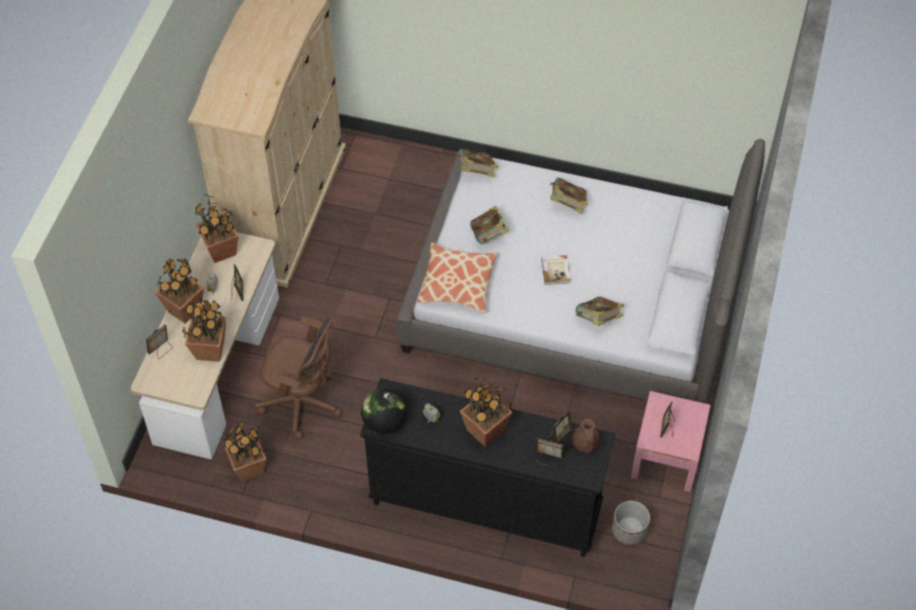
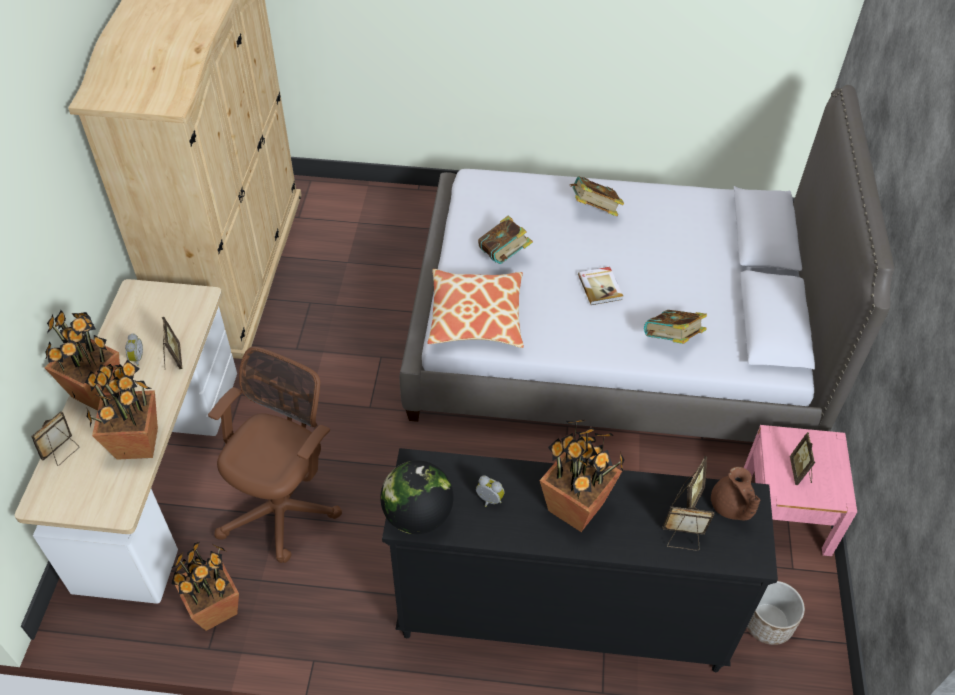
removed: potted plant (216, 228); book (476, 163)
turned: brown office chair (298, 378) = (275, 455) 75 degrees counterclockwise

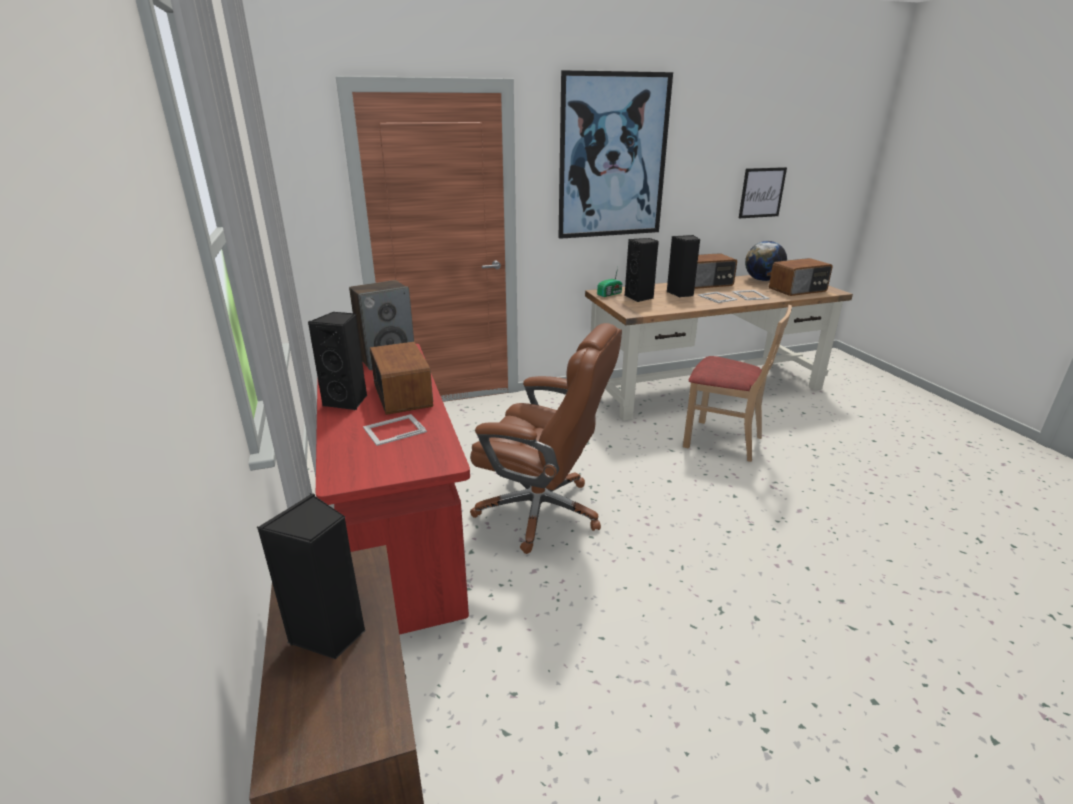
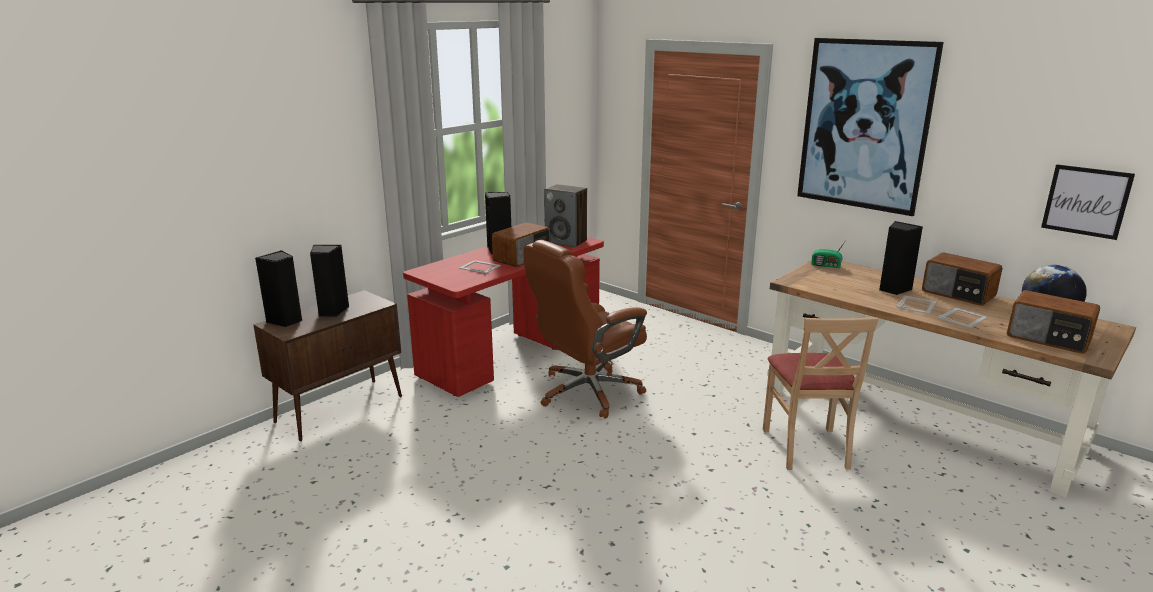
moved: black speaker (642, 270) to (278, 288)
turned: brown office chair (546, 438) = (585, 329) 60 degrees clockwise

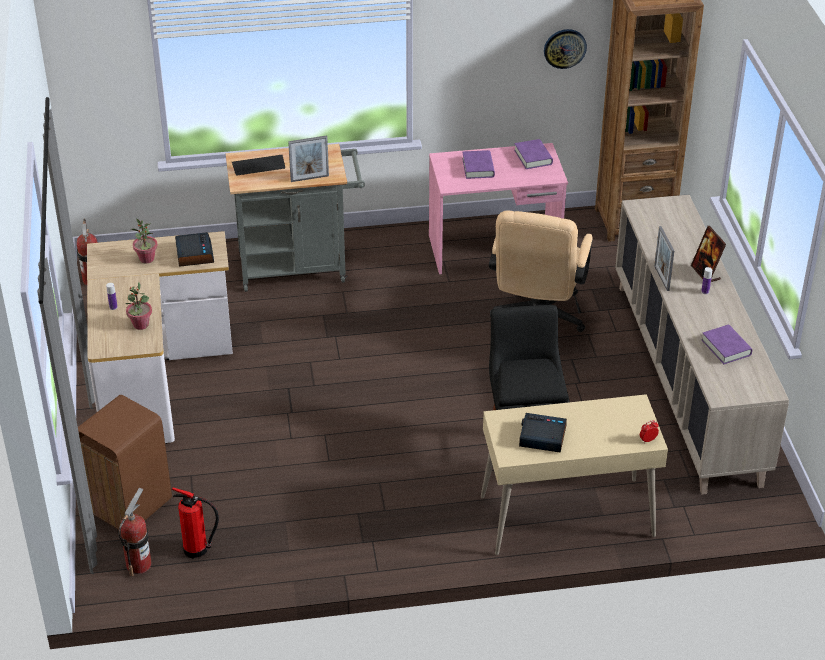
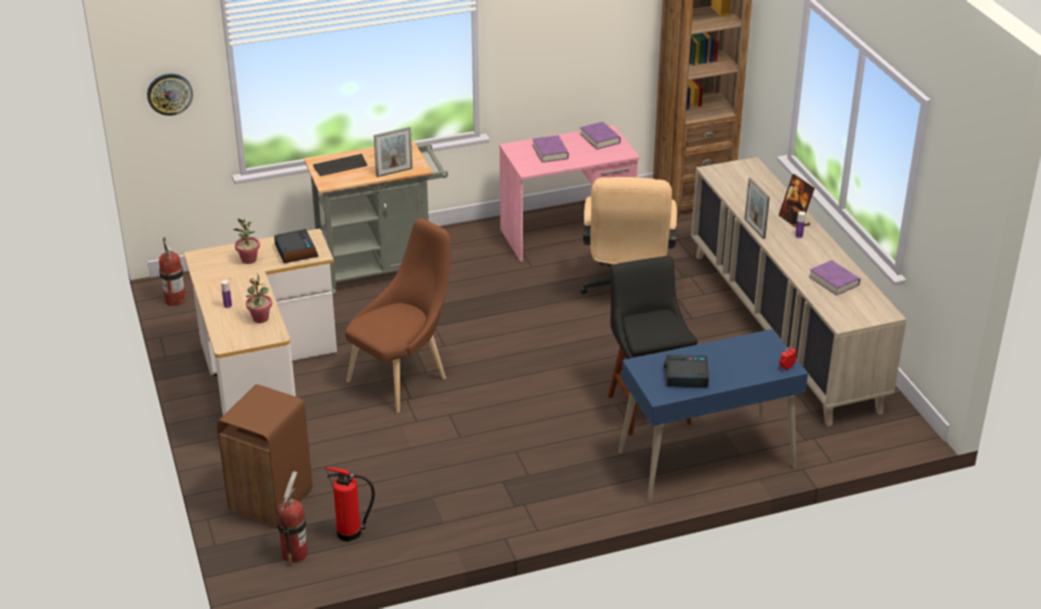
added: brown chair (398, 315)
moved: wall clock (565, 49) to (170, 94)
recoloured: beige desk (574, 474) to blue desk (713, 415)

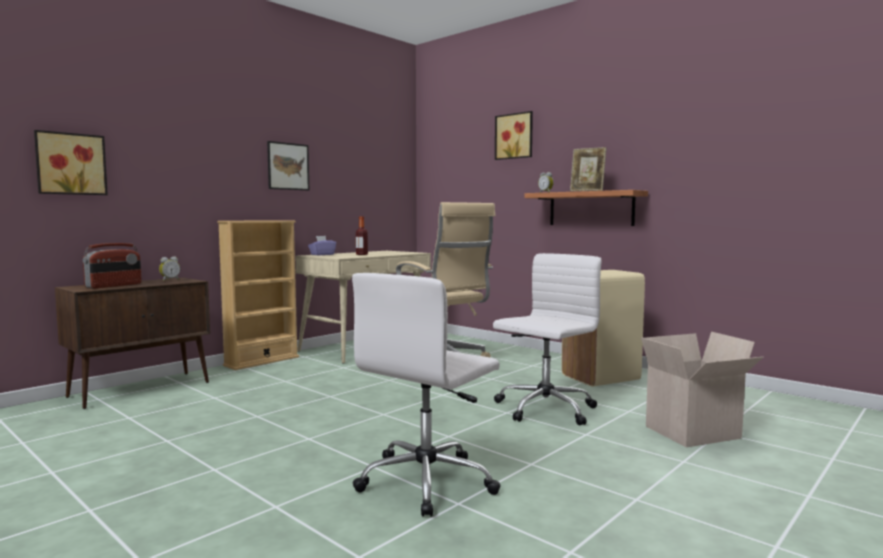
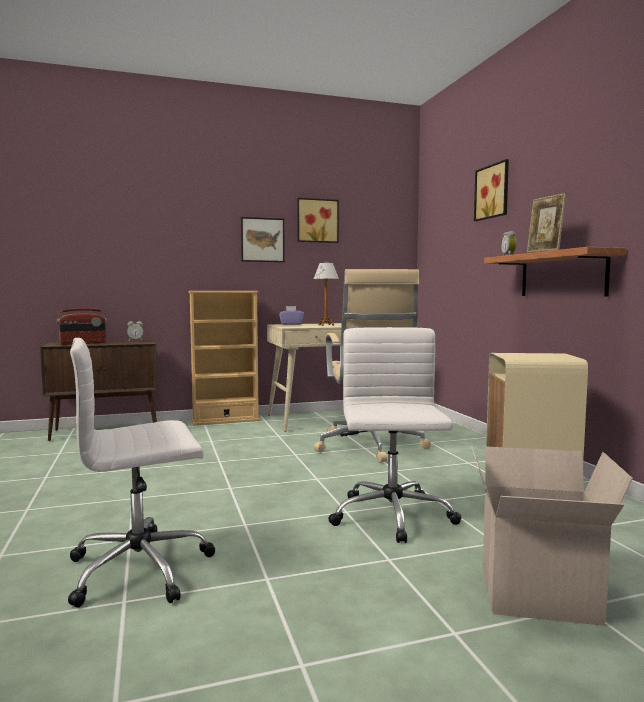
moved: picture (71, 162) to (318, 220)
replaced: bottle (362, 235) to table lamp (326, 293)
turned: white office chair (547, 339) = (394, 435) 75 degrees counterclockwise

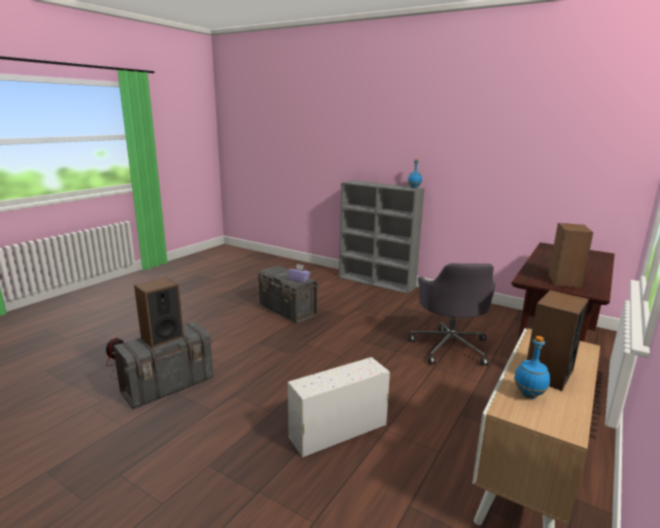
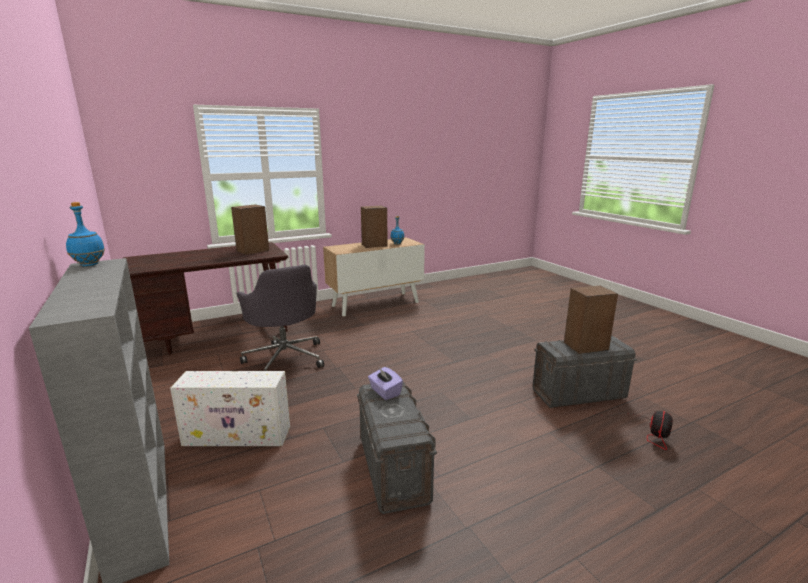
moved: white storage box (339, 407) to (230, 408)
turned: grey office chair (452, 314) = (280, 318) 120 degrees clockwise

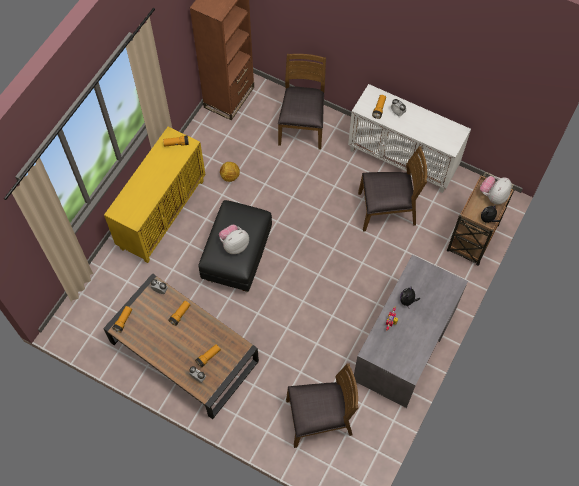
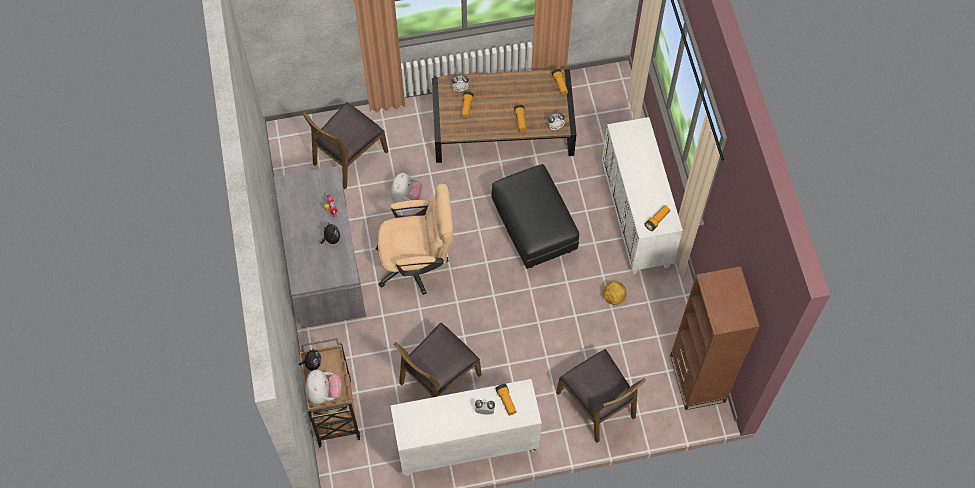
added: beige office chair (414, 239)
moved: plush toy (234, 239) to (407, 187)
recoloured: yellow cabinet (155, 195) to white cabinet (642, 195)

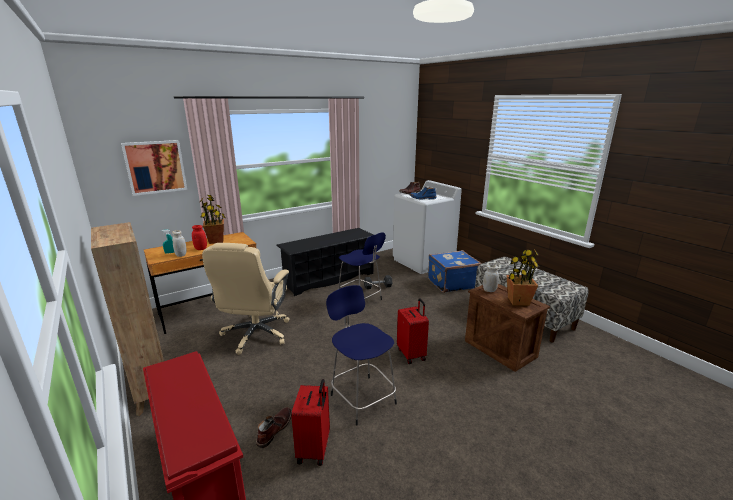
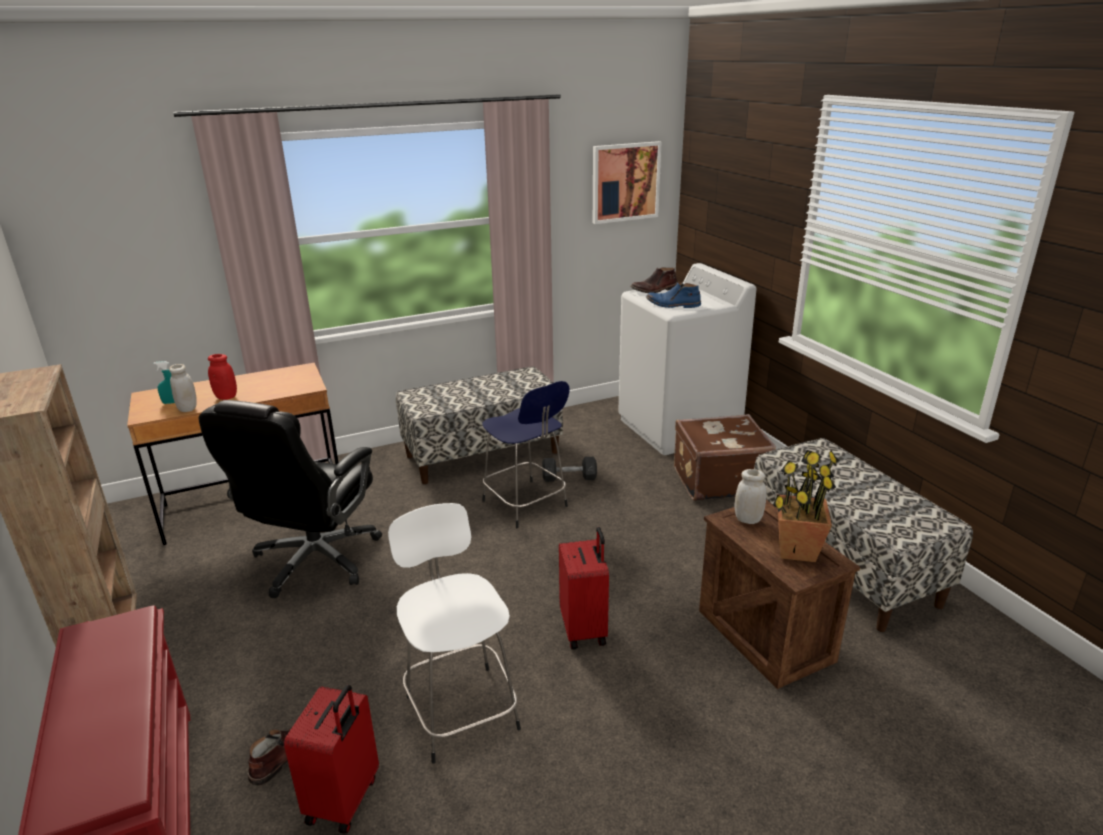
removed: potted plant (212, 219)
moved: picture (154, 168) to (627, 182)
replaced: black shoe rack (324, 262) to bench (479, 425)
recoloured: beige office chair (246, 299) to black office chair (290, 499); blue stool (361, 355) to white stool (454, 633); blue suitcase (454, 271) to brown suitcase (725, 457)

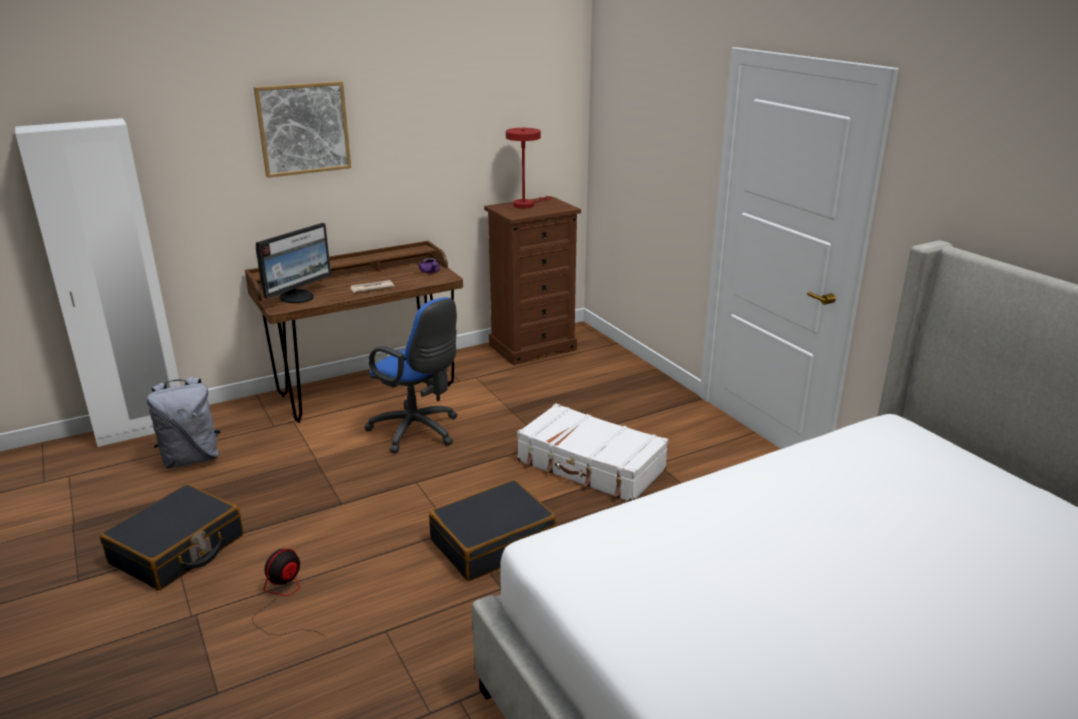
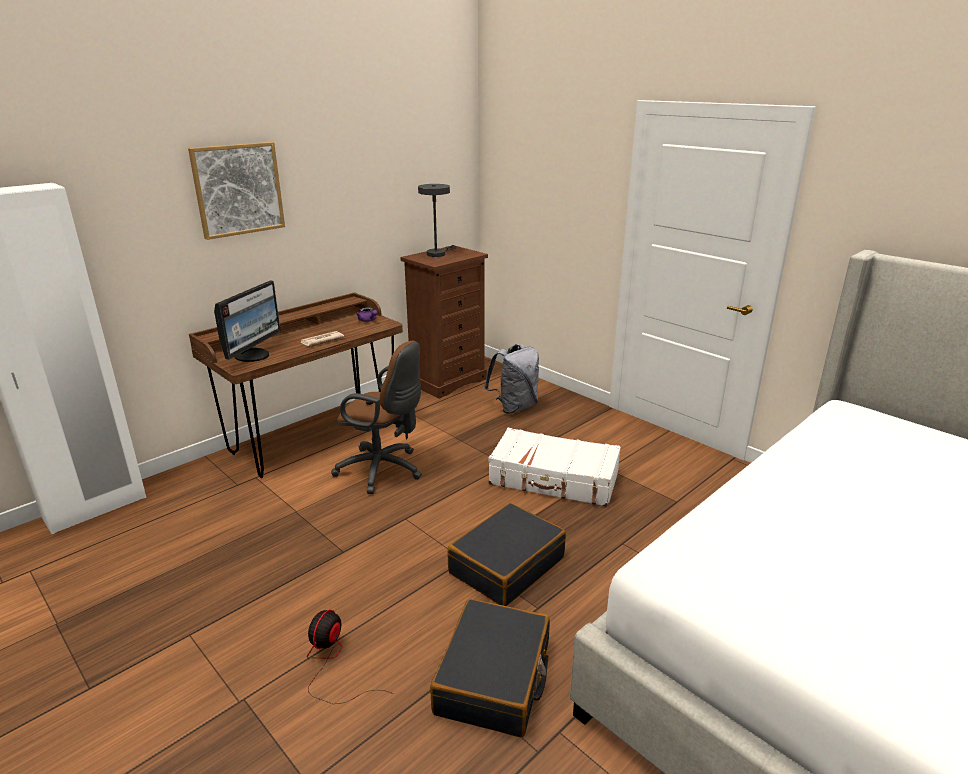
moved: black suitcase (171, 537) to (490, 668); grey backpack (184, 423) to (511, 379)
recoloured: blue office chair (411, 375) to brown office chair (376, 417); red table lamp (529, 168) to grey table lamp (437, 220)

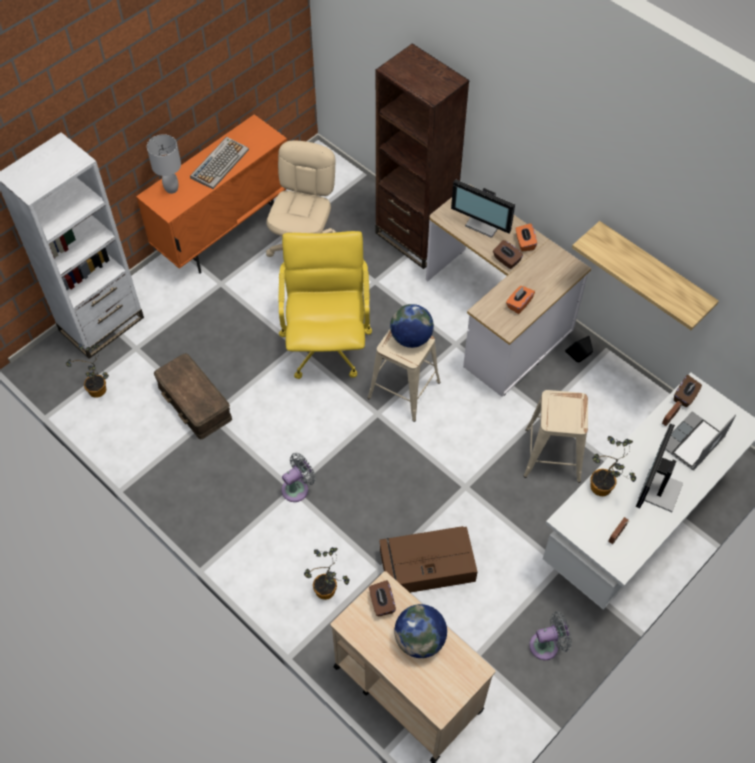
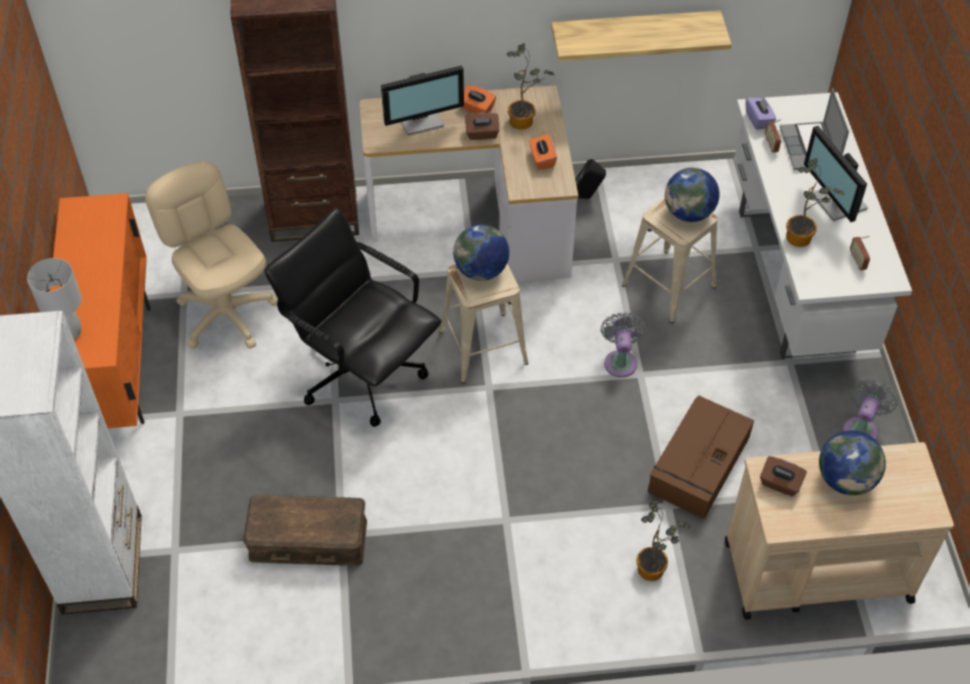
removed: keyboard (219, 163)
added: globe (692, 195)
moved: potted plant (87, 370) to (530, 86); grey fan (299, 477) to (623, 345)
recoloured: yellow office chair (325, 305) to black office chair (353, 317); brown tissue box (688, 391) to purple tissue box (761, 113)

